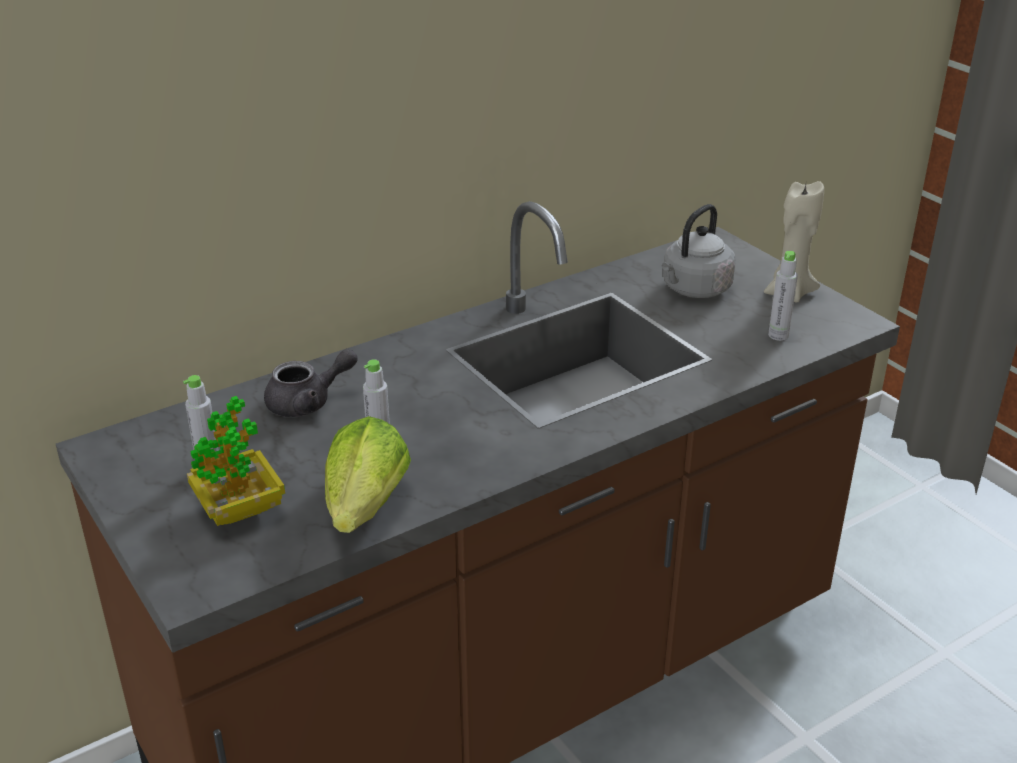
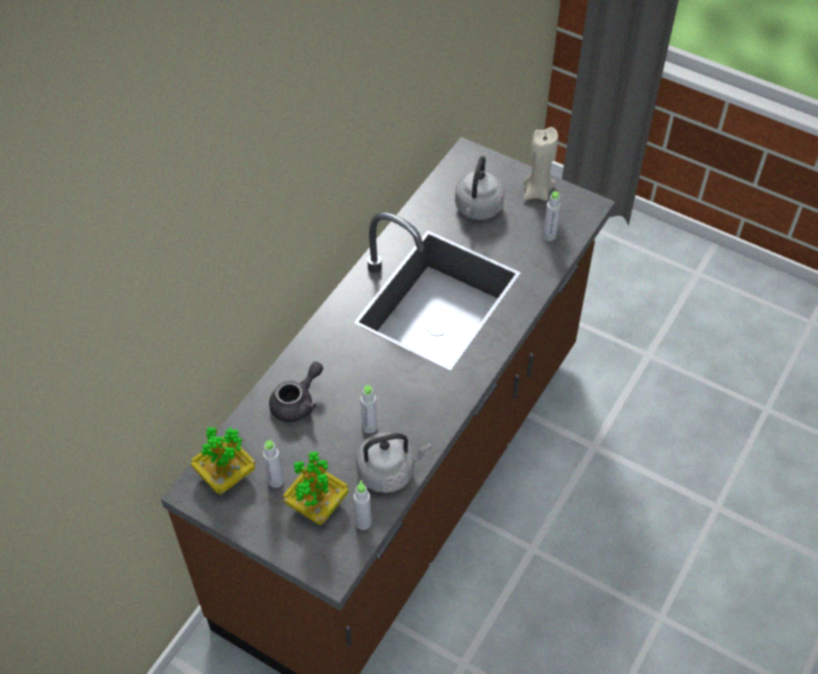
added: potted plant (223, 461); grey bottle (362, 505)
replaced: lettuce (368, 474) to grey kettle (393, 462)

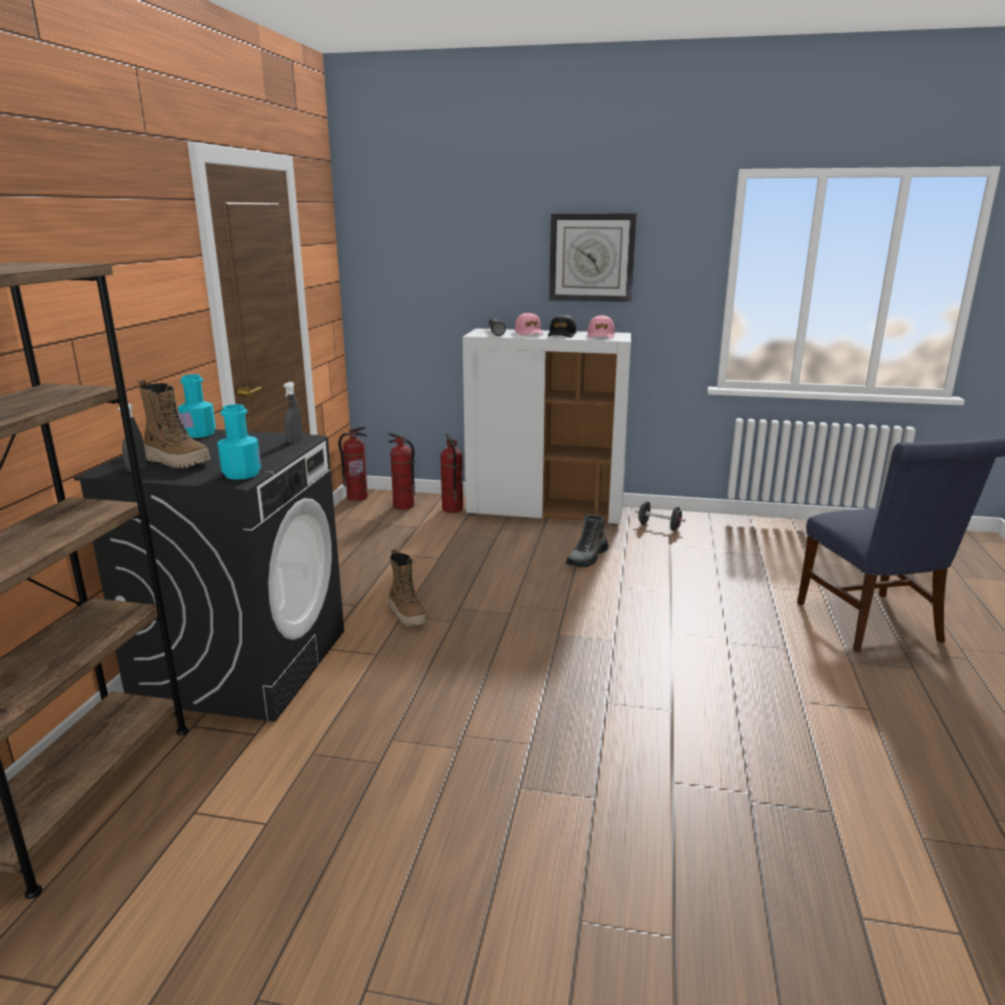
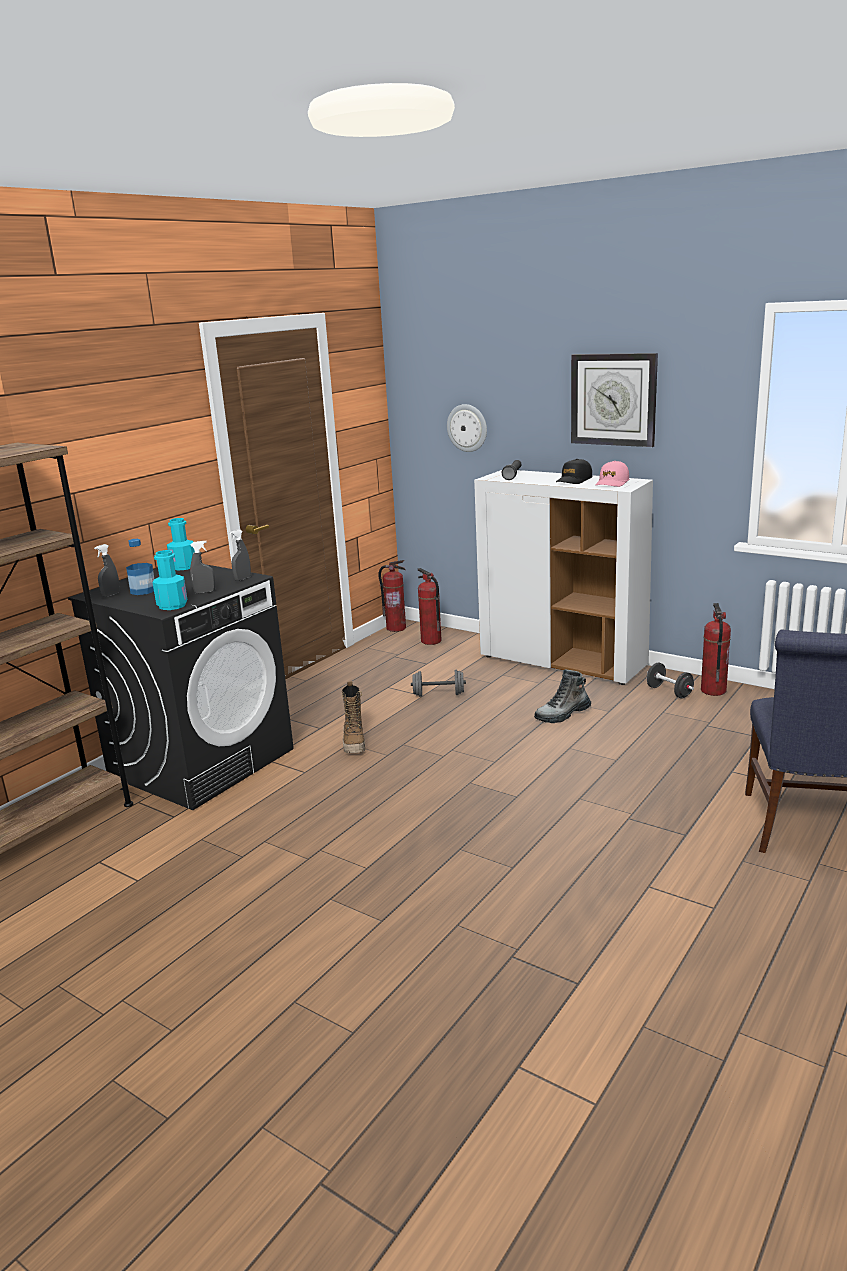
removed: pink cap (529, 323)
added: grey spray bottle (202, 567); grey dumbbell (438, 683); wall clock (467, 428)
moved: fire extinguisher (451, 473) to (716, 649)
replaced: boot (174, 423) to bottle (140, 567)

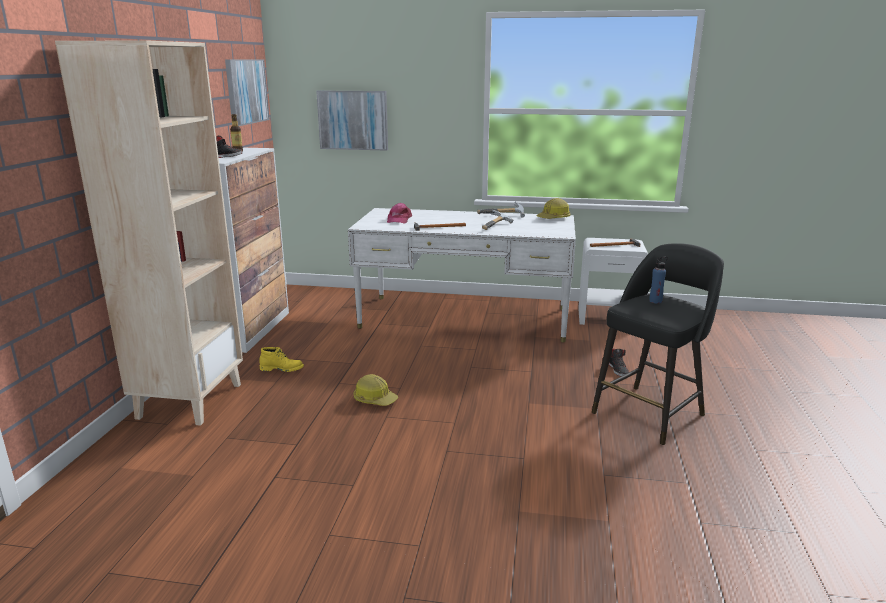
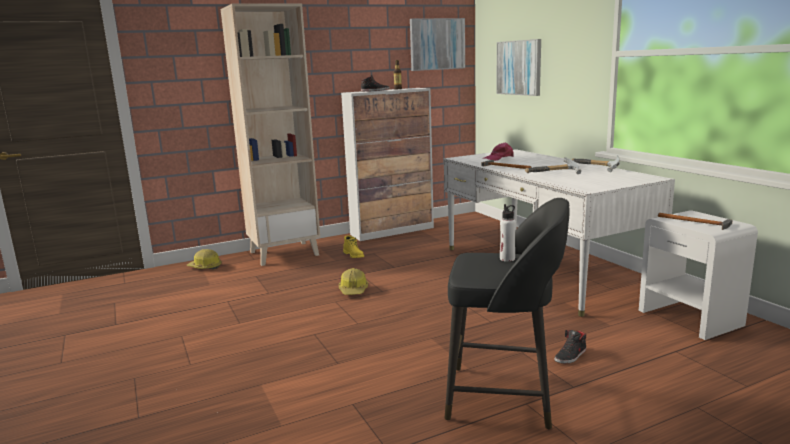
moved: hard hat (553, 208) to (204, 259)
recoloured: blue bottle (658, 280) to white bottle (508, 233)

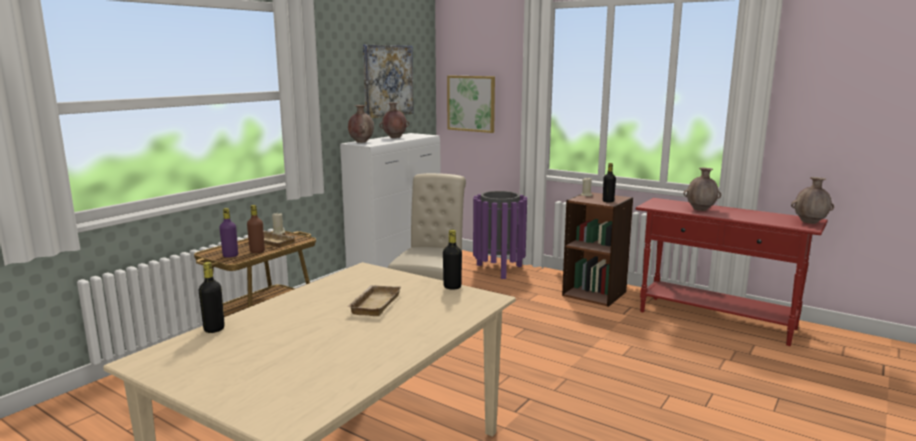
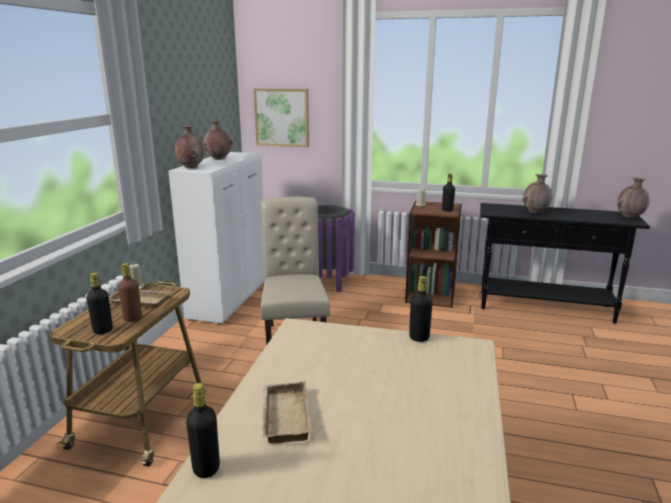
removed: picture (388, 82)
moved: beige tray (374, 300) to (287, 412)
recoloured: purple bottle (228, 233) to black bottle (99, 303); red console table (732, 272) to black console table (565, 263)

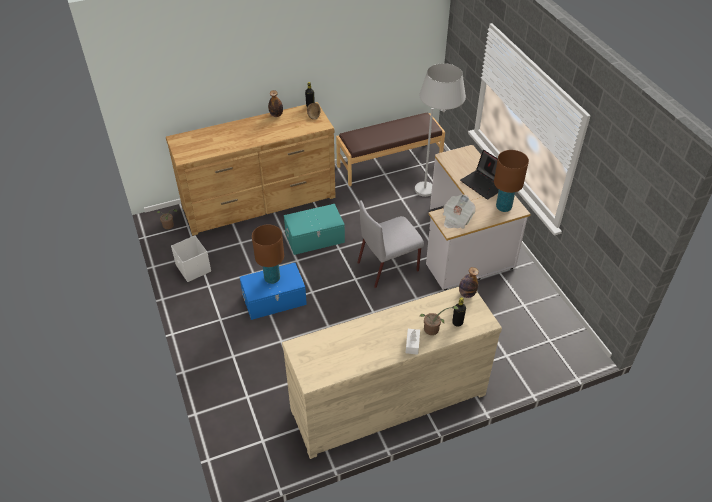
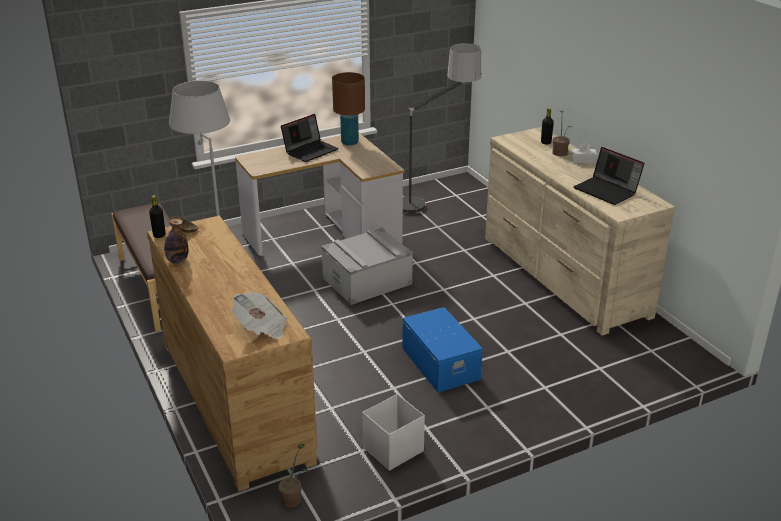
removed: brown table lamp (268, 254); turquoise storage box (314, 229); bottle (469, 282)
added: floor lamp (442, 128); laptop (609, 176)
moved: newspaper (459, 211) to (259, 315)
replaced: grey chair (390, 244) to grey storage box (367, 266)

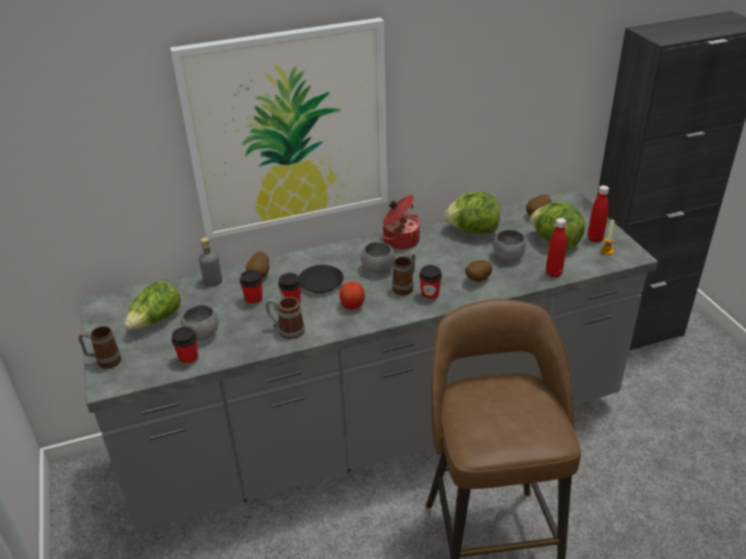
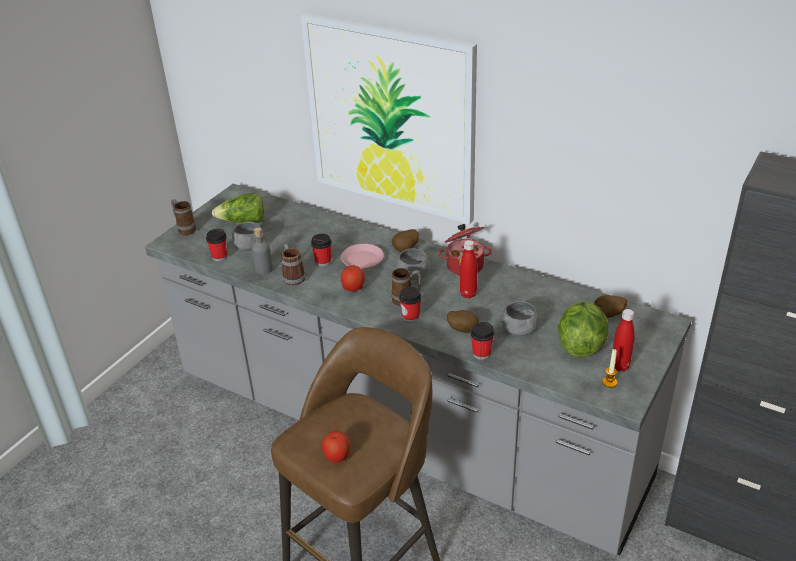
removed: lettuce (472, 213)
added: apple (336, 447)
moved: grey bottle (210, 262) to (262, 251); cup (251, 288) to (482, 341); potato (257, 264) to (405, 240); red bottle (556, 247) to (468, 269)
recoloured: black plate (321, 279) to pink plate (362, 257)

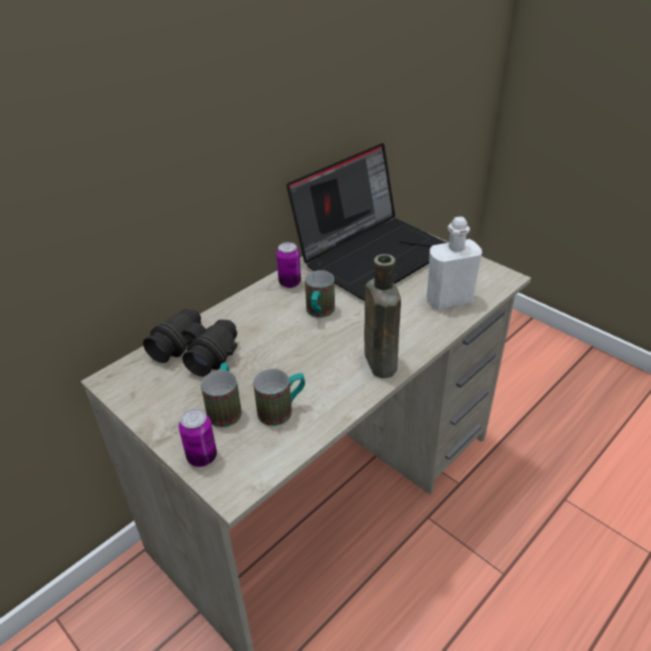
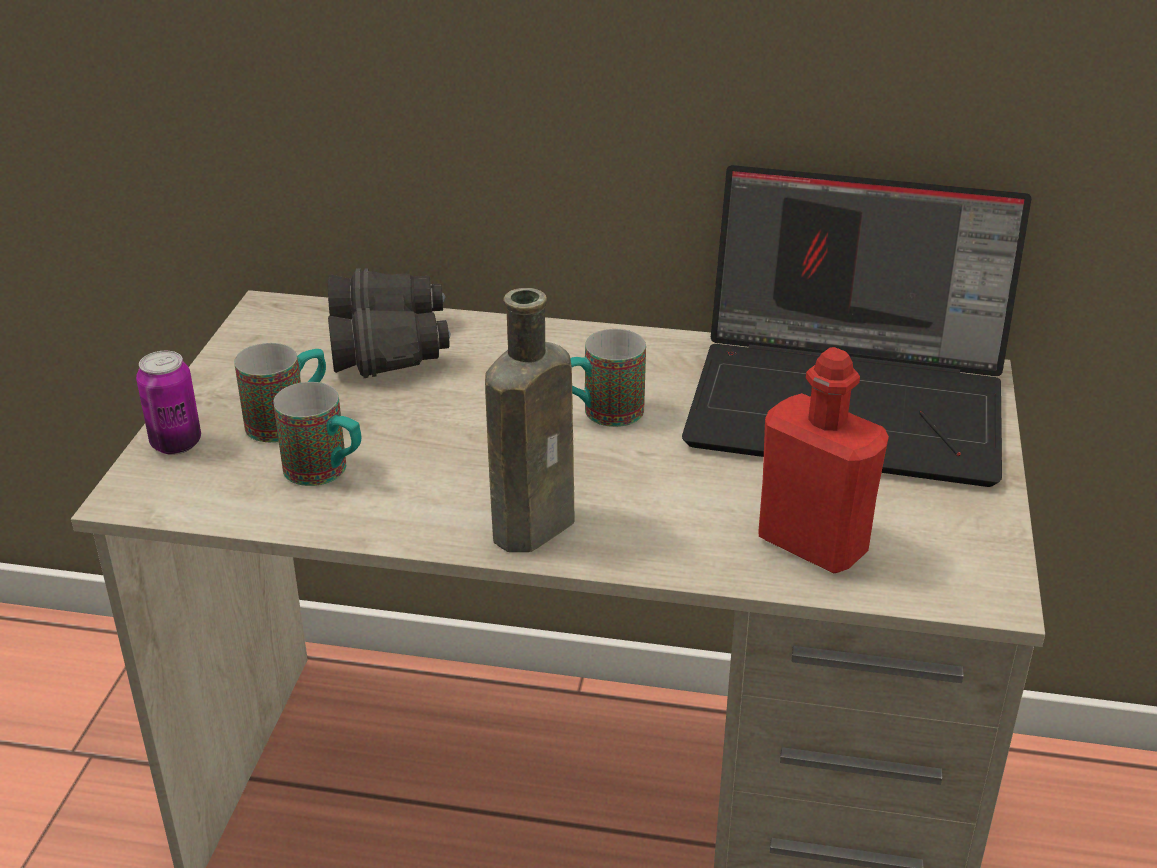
removed: can (288, 265)
recoloured: white bottle (454, 263) to red bottle (824, 460)

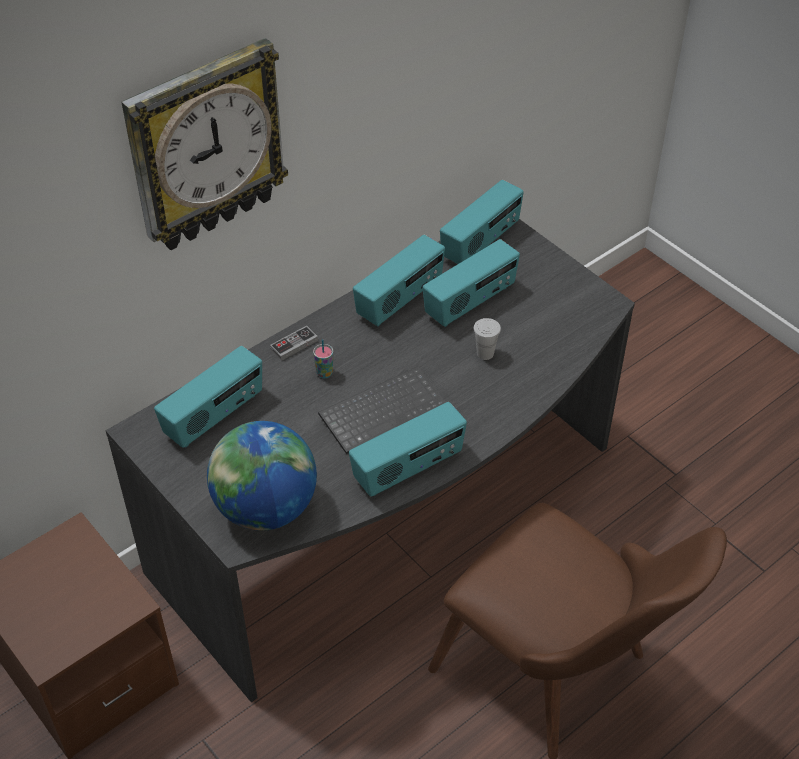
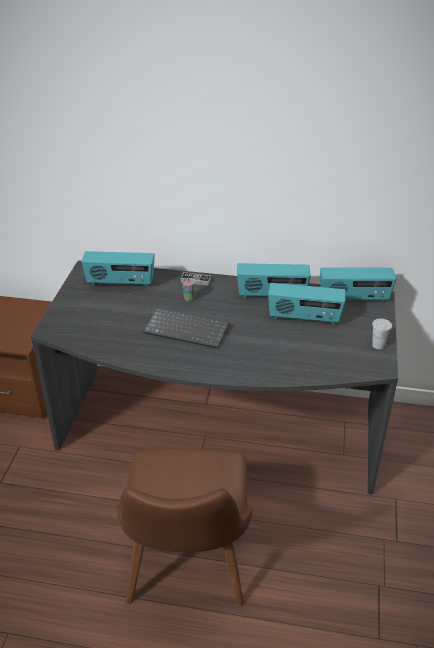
removed: wall clock (204, 144); globe (262, 476); radio (408, 449)
moved: white cup (487, 339) to (382, 334)

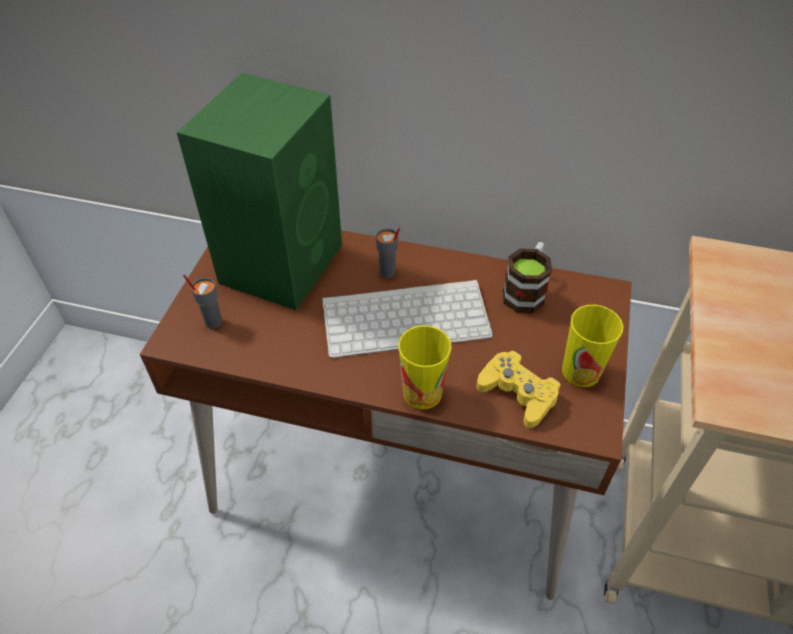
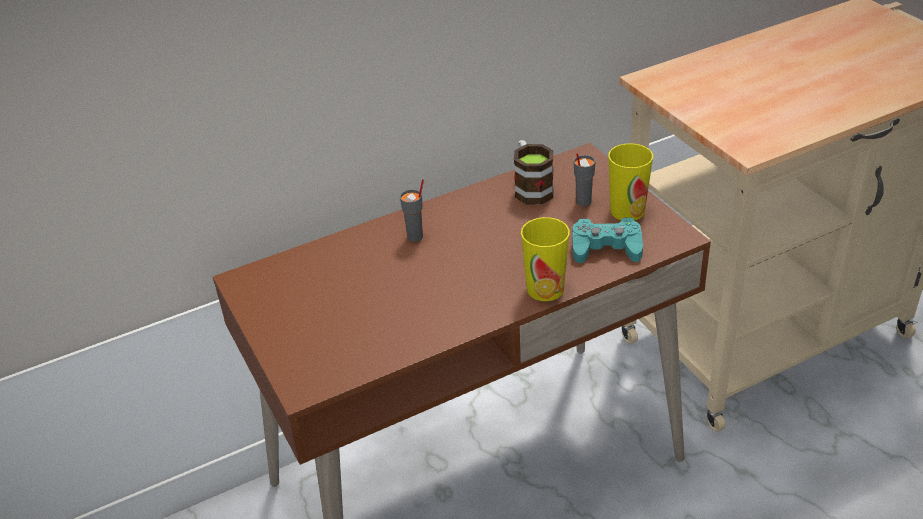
removed: green speaker (259, 191); keyboard (407, 319)
moved: grey cup (202, 301) to (585, 180)
recoloured: yellow game controller (518, 389) to turquoise game controller (607, 240)

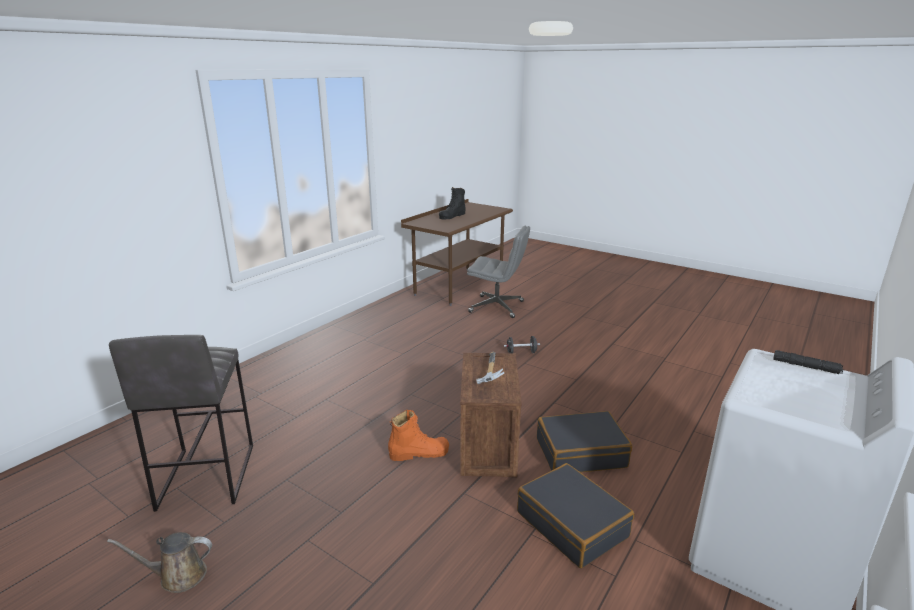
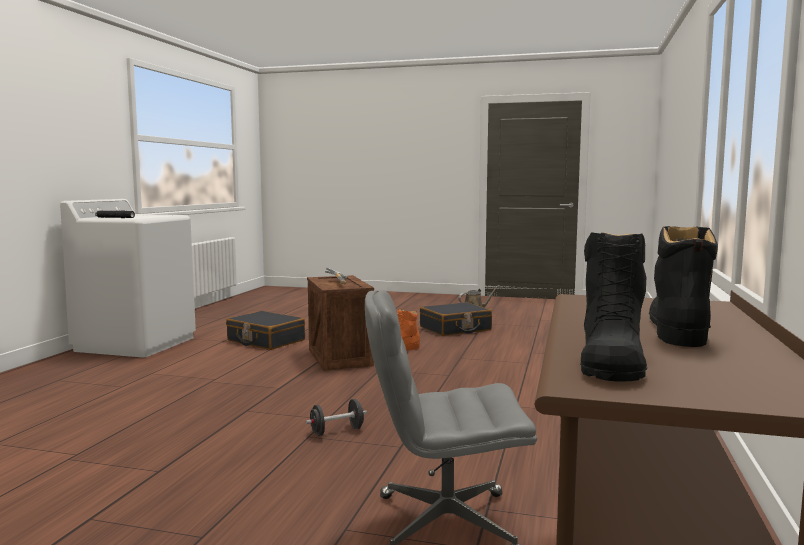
removed: grey stool (181, 423)
added: black boot (613, 307)
moved: black suitcase (584, 441) to (456, 319)

